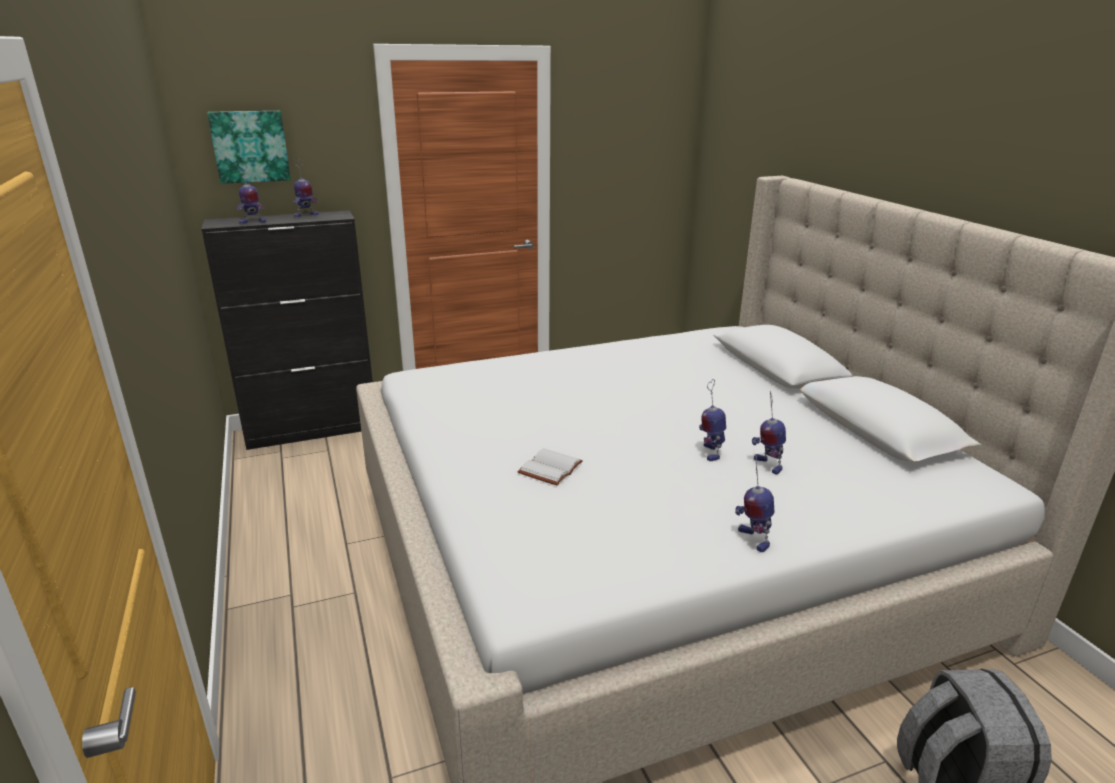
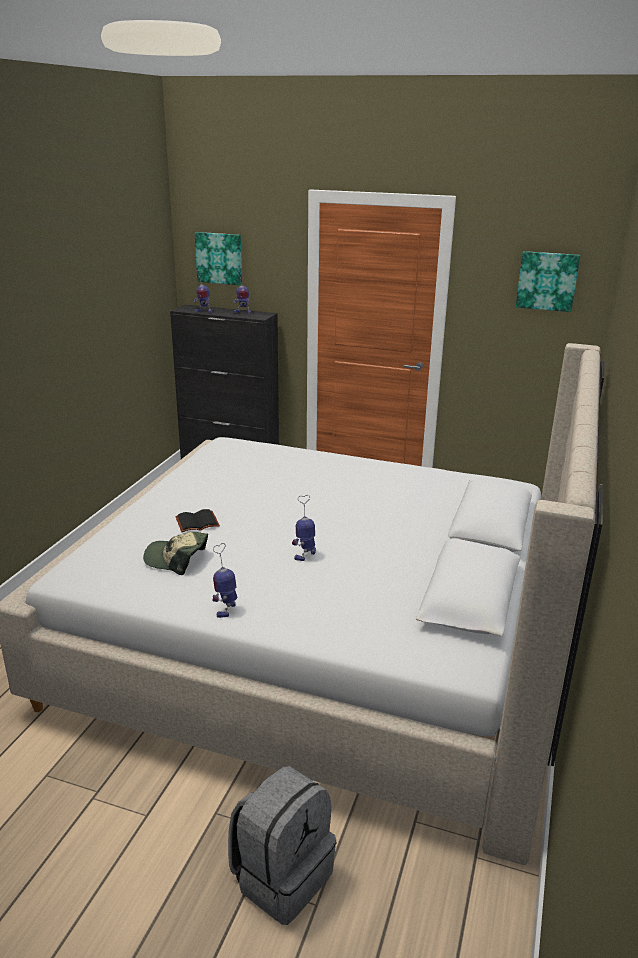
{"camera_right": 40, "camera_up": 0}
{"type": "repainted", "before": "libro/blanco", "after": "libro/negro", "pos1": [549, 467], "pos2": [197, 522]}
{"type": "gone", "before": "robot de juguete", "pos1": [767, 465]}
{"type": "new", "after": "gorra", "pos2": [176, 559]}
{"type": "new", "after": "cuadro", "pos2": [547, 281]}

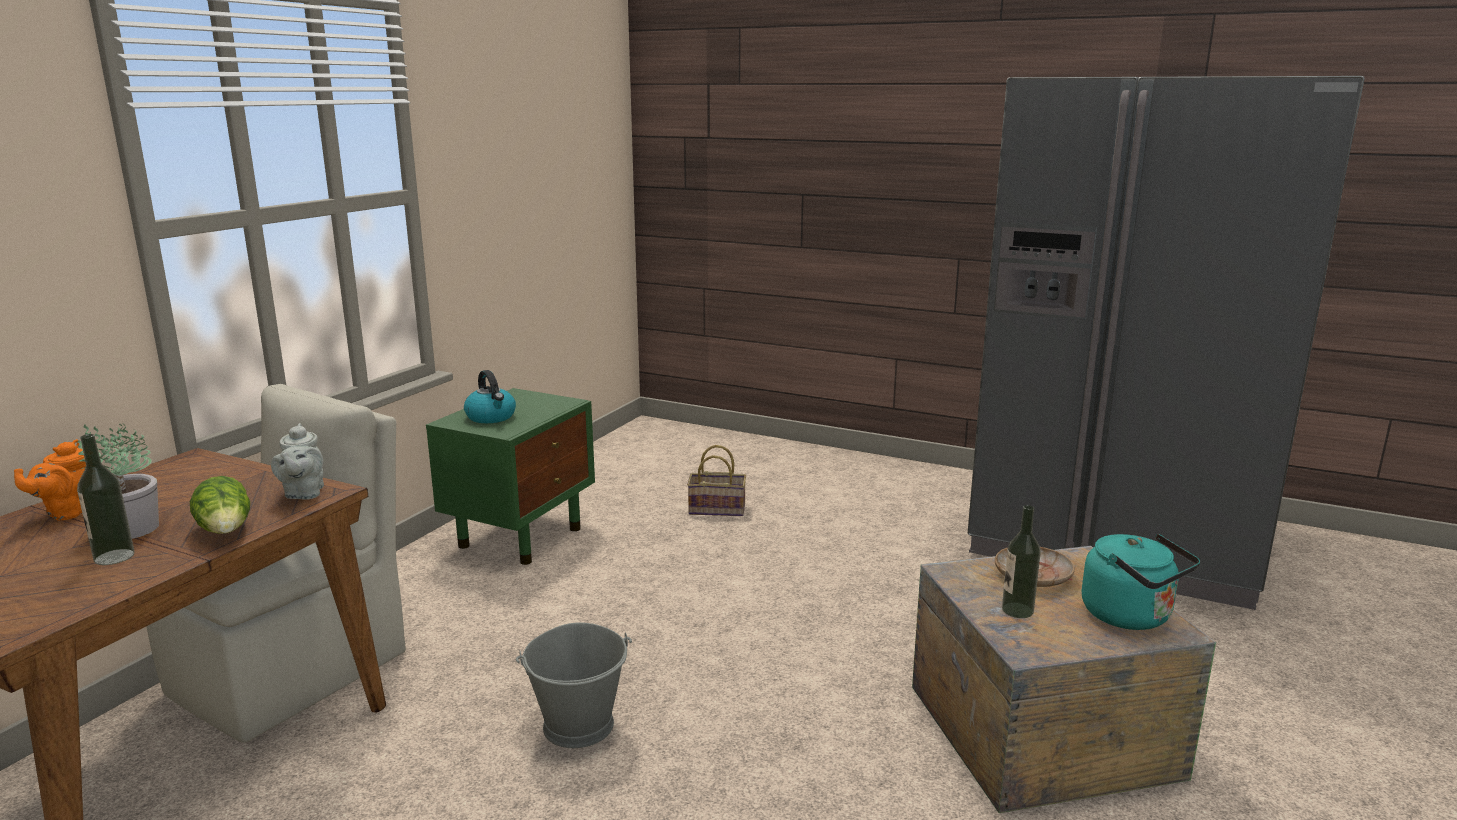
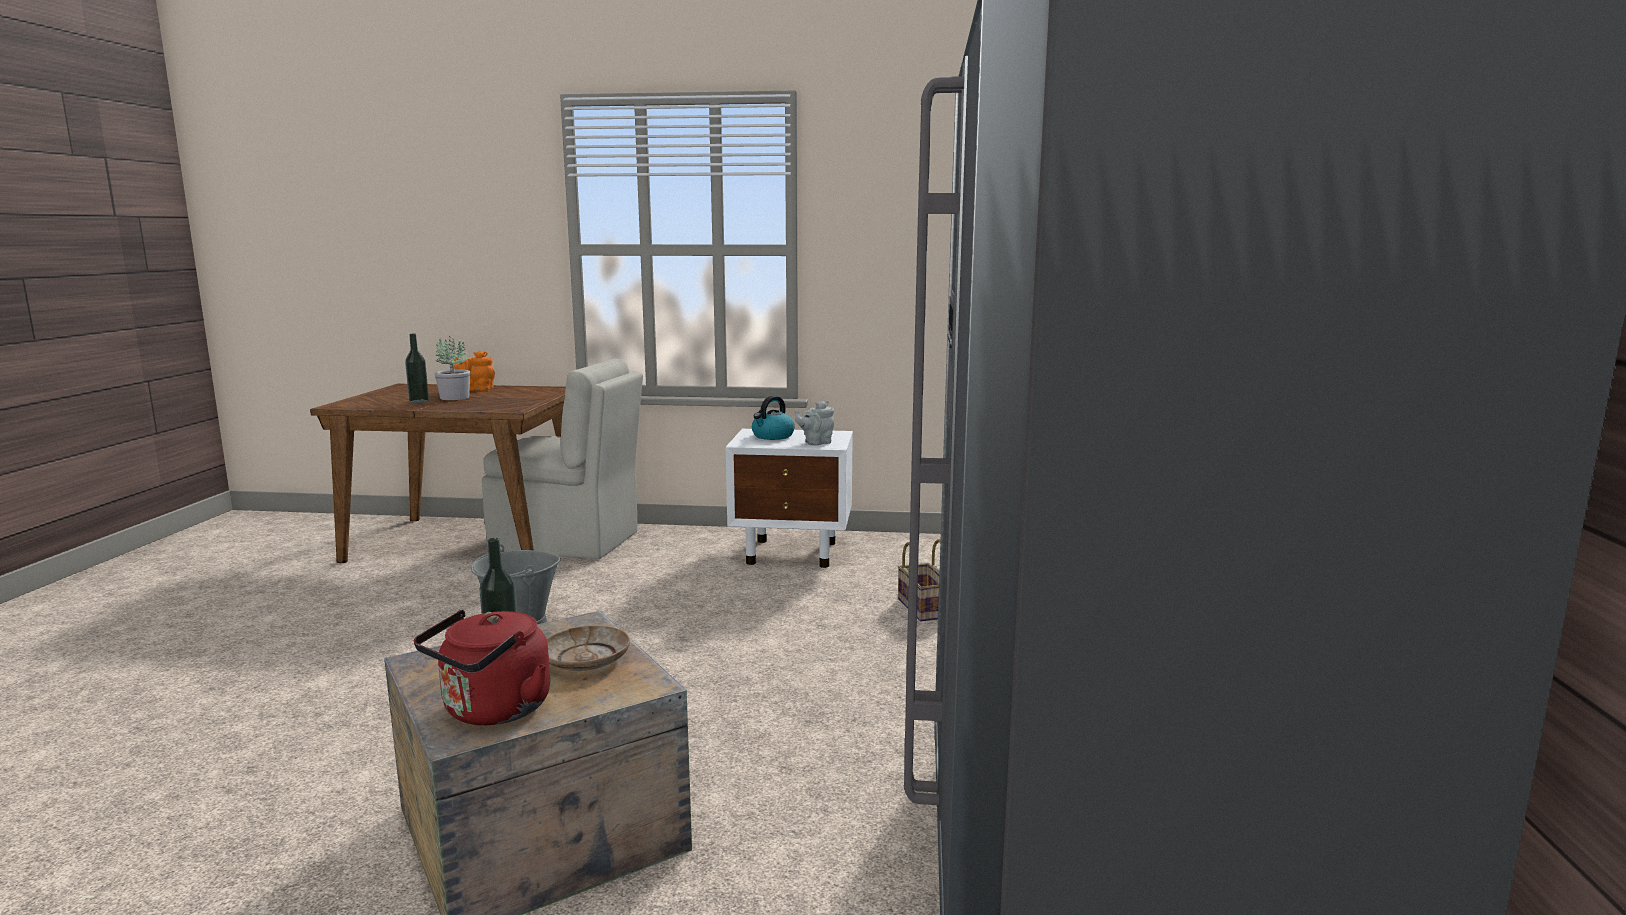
{"camera_right": 70, "camera_up": -5}
{"type": "gone", "before": "lechuga", "pos1": [226, 531]}
{"type": "shifted", "before": "tetera/gris", "pos1": [303, 493], "pos2": [816, 443]}
{"type": "repainted", "before": "mesita de noche/verde", "after": "mesita de noche/blanco", "pos1": [521, 536], "pos2": [793, 553]}
{"type": "repainted", "before": "hervidor/turquesa", "after": "hervidor/rojo", "pos1": [1131, 616], "pos2": [492, 711]}

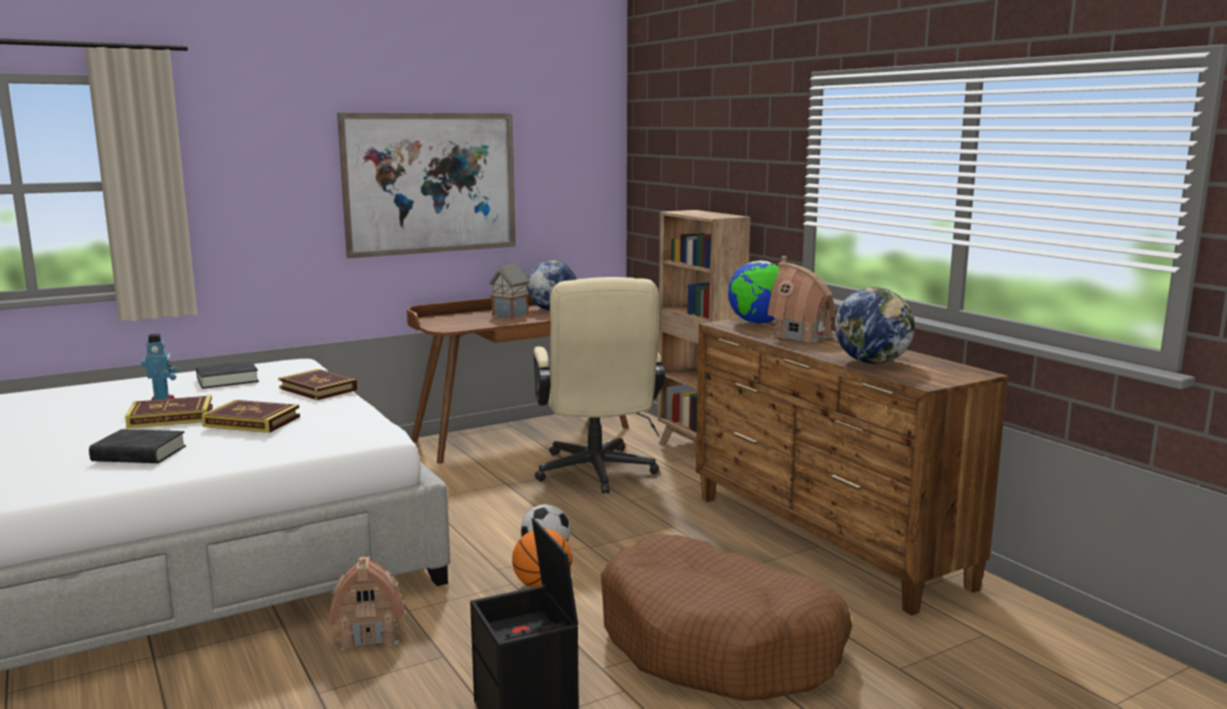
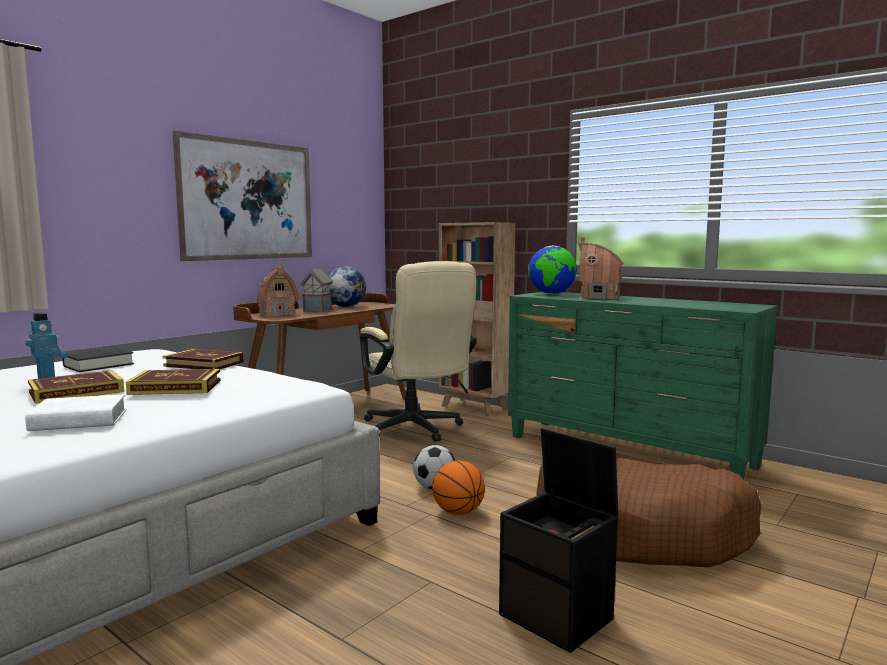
{"camera_right": -20, "camera_up": -5}
{"type": "repainted", "before": "libro/negro", "after": "libro/blanco", "pos1": [139, 454], "pos2": [79, 421]}
{"type": "shifted", "before": "casita", "pos1": [369, 633], "pos2": [277, 314]}
{"type": "repainted", "before": "cómoda/marrón", "after": "cómoda/verde", "pos1": [825, 540], "pos2": [627, 452]}
{"type": "gone", "before": "globo terráqueo", "pos1": [872, 362]}

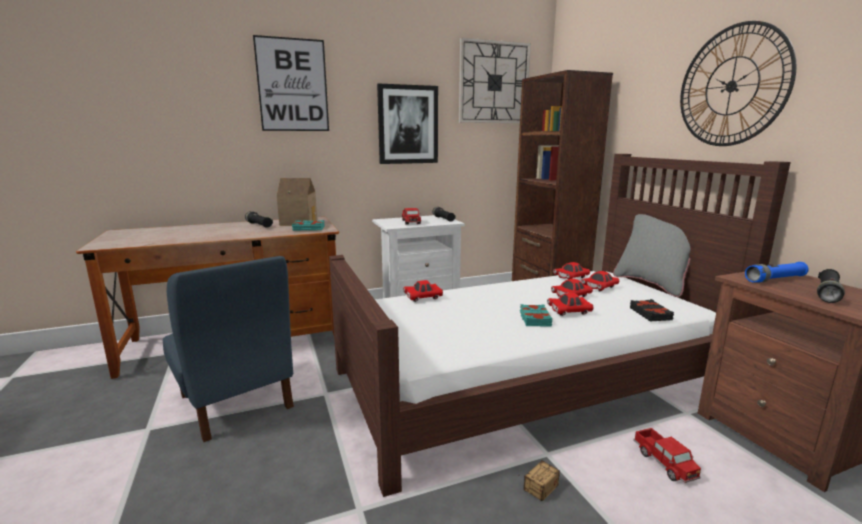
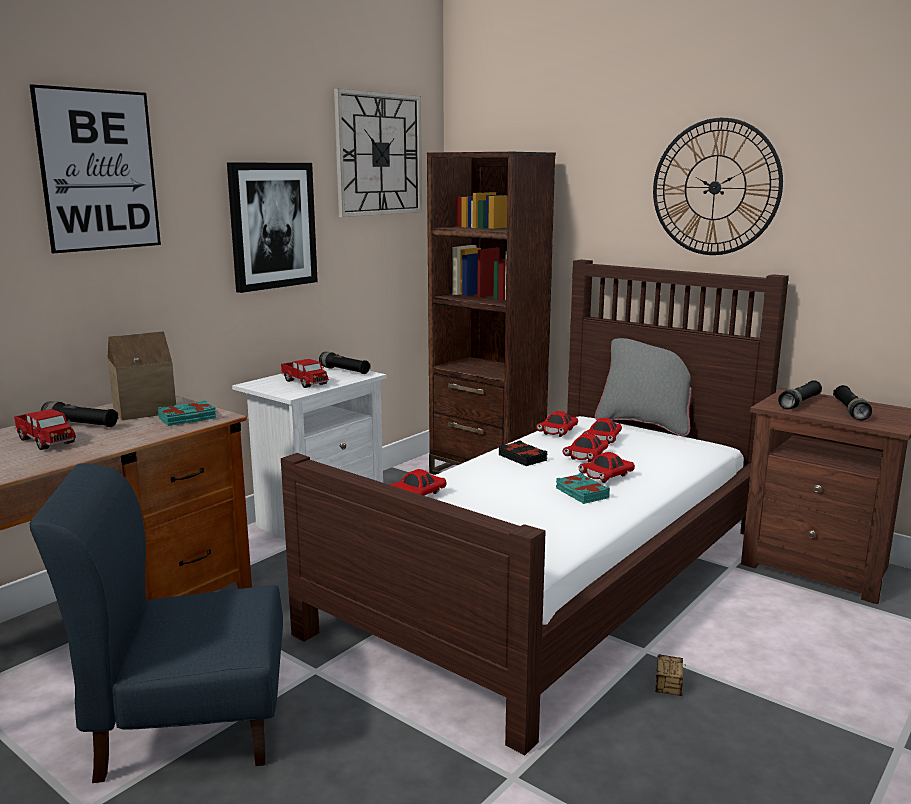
{"camera_right": -30, "camera_up": 0}
{"type": "rotated", "before": "silla/azul", "pos1": [236, 402], "pos2": [187, 726], "turn": 150}
{"type": "shifted", "before": "libro/negro", "pos1": [651, 314], "pos2": [523, 457]}
{"type": "shifted", "before": "camión de juguete", "pos1": [664, 462], "pos2": [45, 440]}
{"type": "repainted", "before": "linterna/azul", "after": "linterna/negro", "pos1": [775, 279], "pos2": [800, 403]}

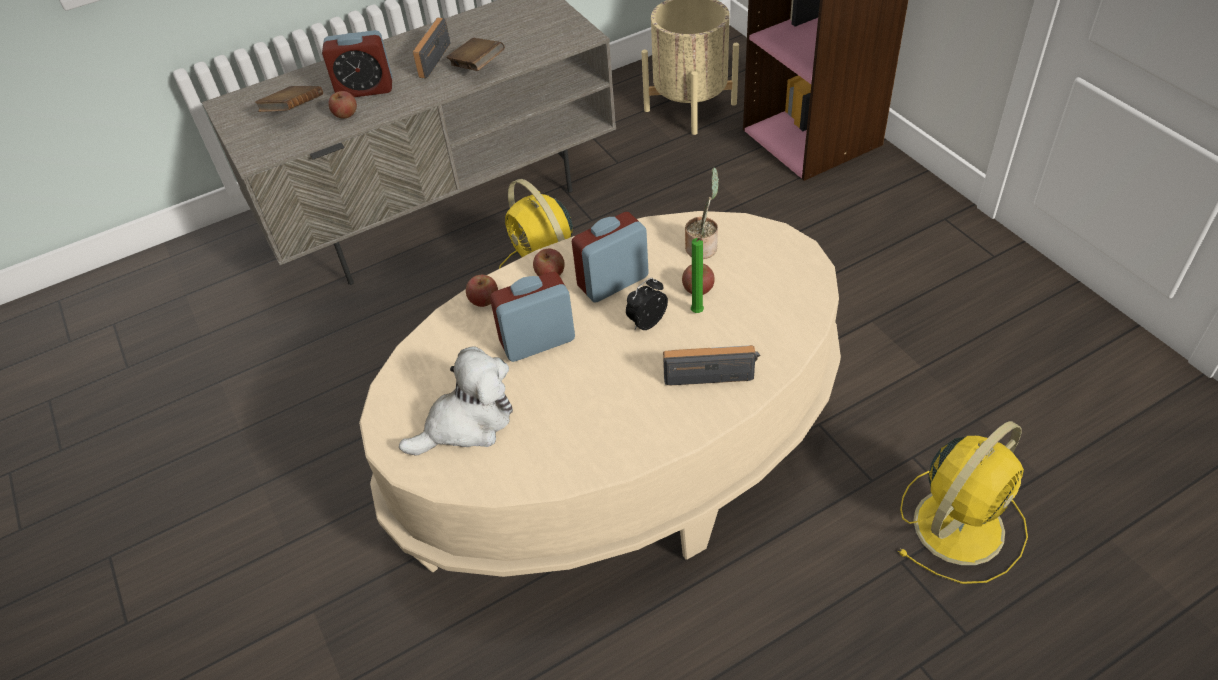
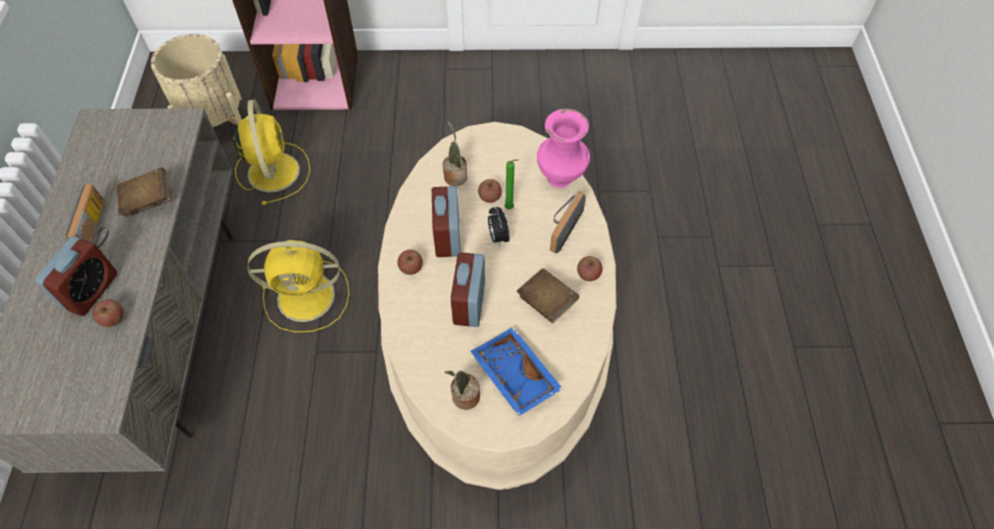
{"camera_right": -65, "camera_up": 10}
{"type": "shifted", "before": "libro/marrón", "pos1": [294, 111], "pos2": [546, 302]}
{"type": "swapped", "before": "peluche", "after": "bandeja/azul", "pos1": [467, 423], "pos2": [513, 376]}
{"type": "rotated", "before": "radio", "pos1": [429, 58], "pos2": [98, 228], "turn": -135}
{"type": "shifted", "before": "manzana", "pos1": [484, 300], "pos2": [588, 274]}
{"type": "shifted", "before": "ventilador/amarillo", "pos1": [961, 524], "pos2": [273, 170]}
{"type": "new", "after": "planta en maceta", "pos2": [463, 397]}
{"type": "new", "after": "florero/rosa", "pos2": [561, 178]}

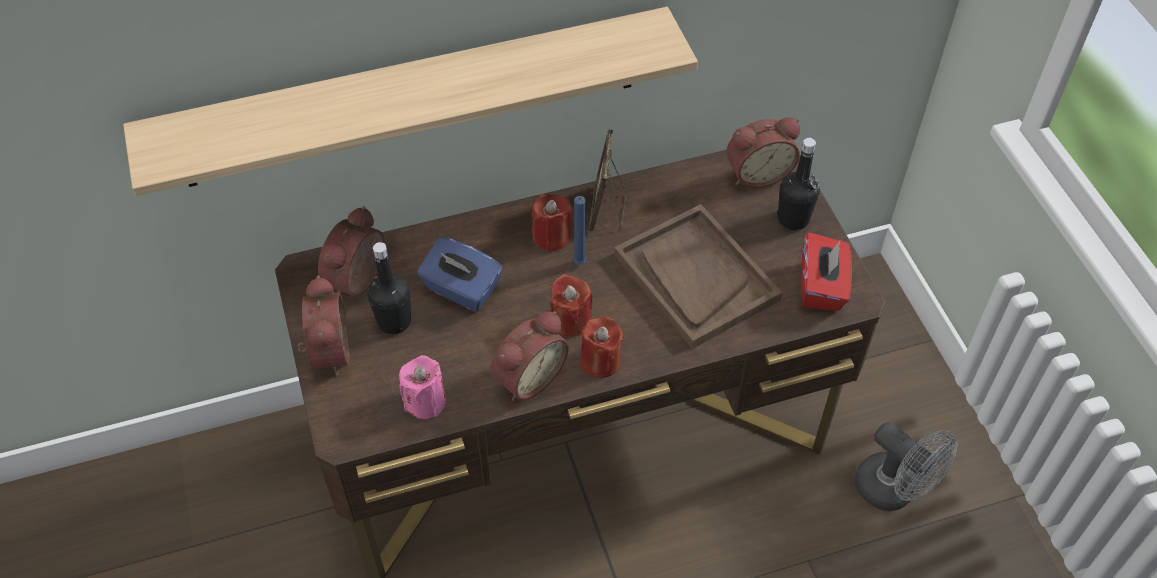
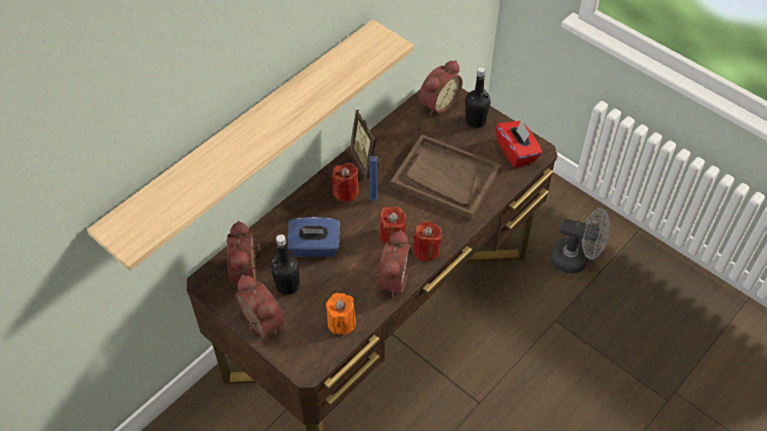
{"camera_right": -30, "camera_up": 0}
{"type": "repainted", "before": "vela/rosa", "after": "vela/naranja", "pos1": [425, 401], "pos2": [341, 323]}

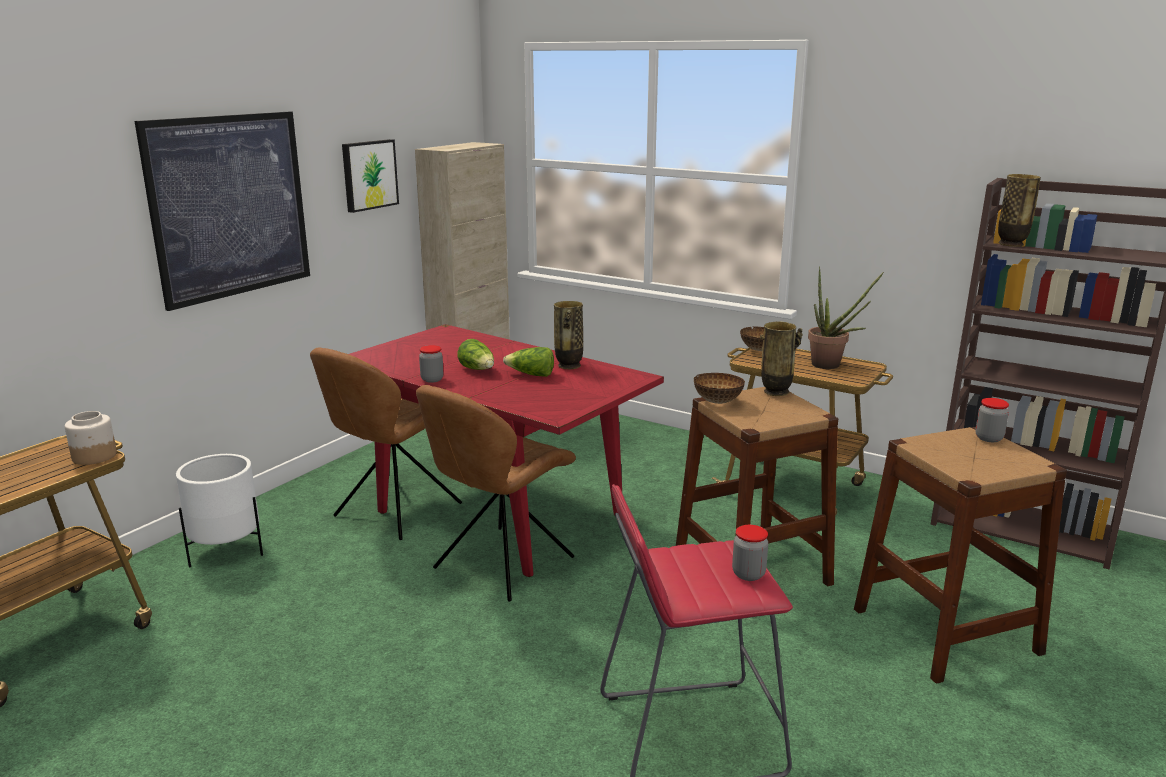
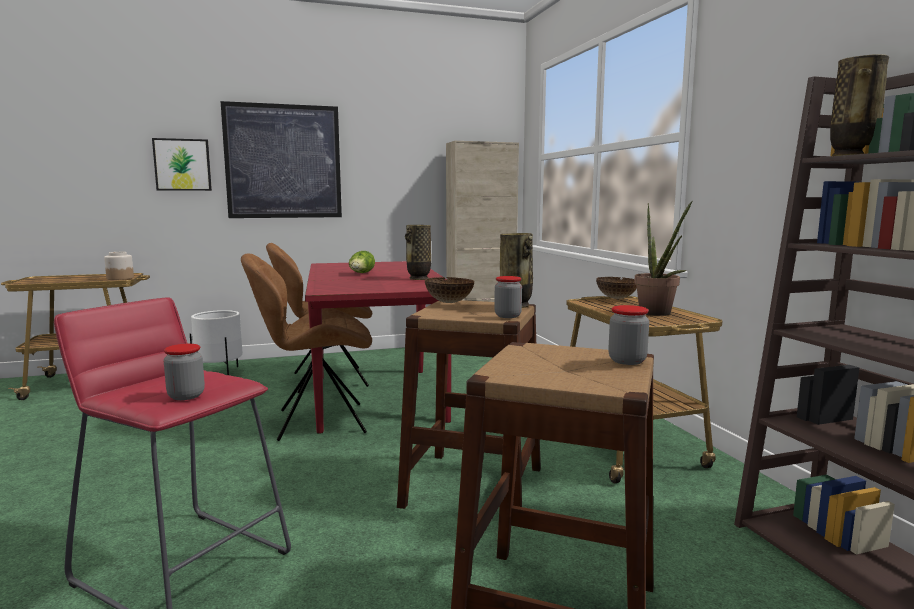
{"camera_right": 40, "camera_up": -10}
{"type": "shifted", "before": "cuadro", "pos1": [369, 175], "pos2": [182, 165]}
{"type": "shifted", "before": "tarro", "pos1": [432, 379], "pos2": [507, 316]}
{"type": "gone", "before": "lechuga", "pos1": [531, 375]}

